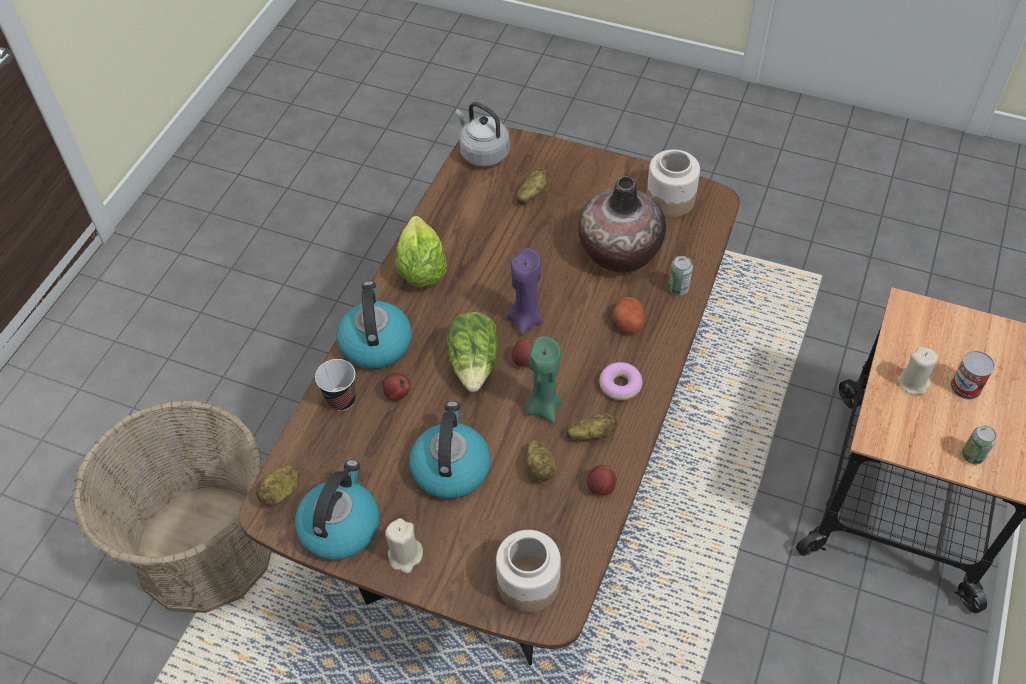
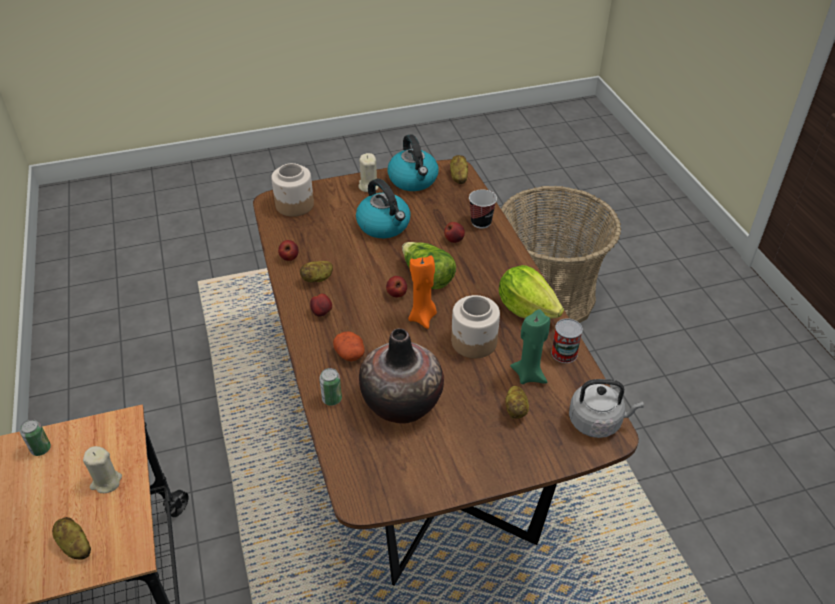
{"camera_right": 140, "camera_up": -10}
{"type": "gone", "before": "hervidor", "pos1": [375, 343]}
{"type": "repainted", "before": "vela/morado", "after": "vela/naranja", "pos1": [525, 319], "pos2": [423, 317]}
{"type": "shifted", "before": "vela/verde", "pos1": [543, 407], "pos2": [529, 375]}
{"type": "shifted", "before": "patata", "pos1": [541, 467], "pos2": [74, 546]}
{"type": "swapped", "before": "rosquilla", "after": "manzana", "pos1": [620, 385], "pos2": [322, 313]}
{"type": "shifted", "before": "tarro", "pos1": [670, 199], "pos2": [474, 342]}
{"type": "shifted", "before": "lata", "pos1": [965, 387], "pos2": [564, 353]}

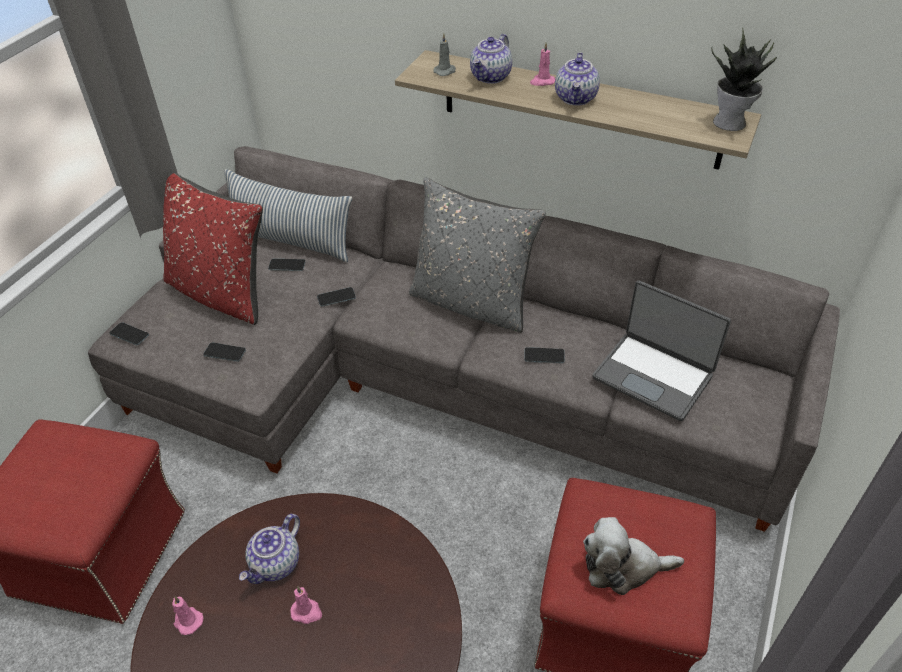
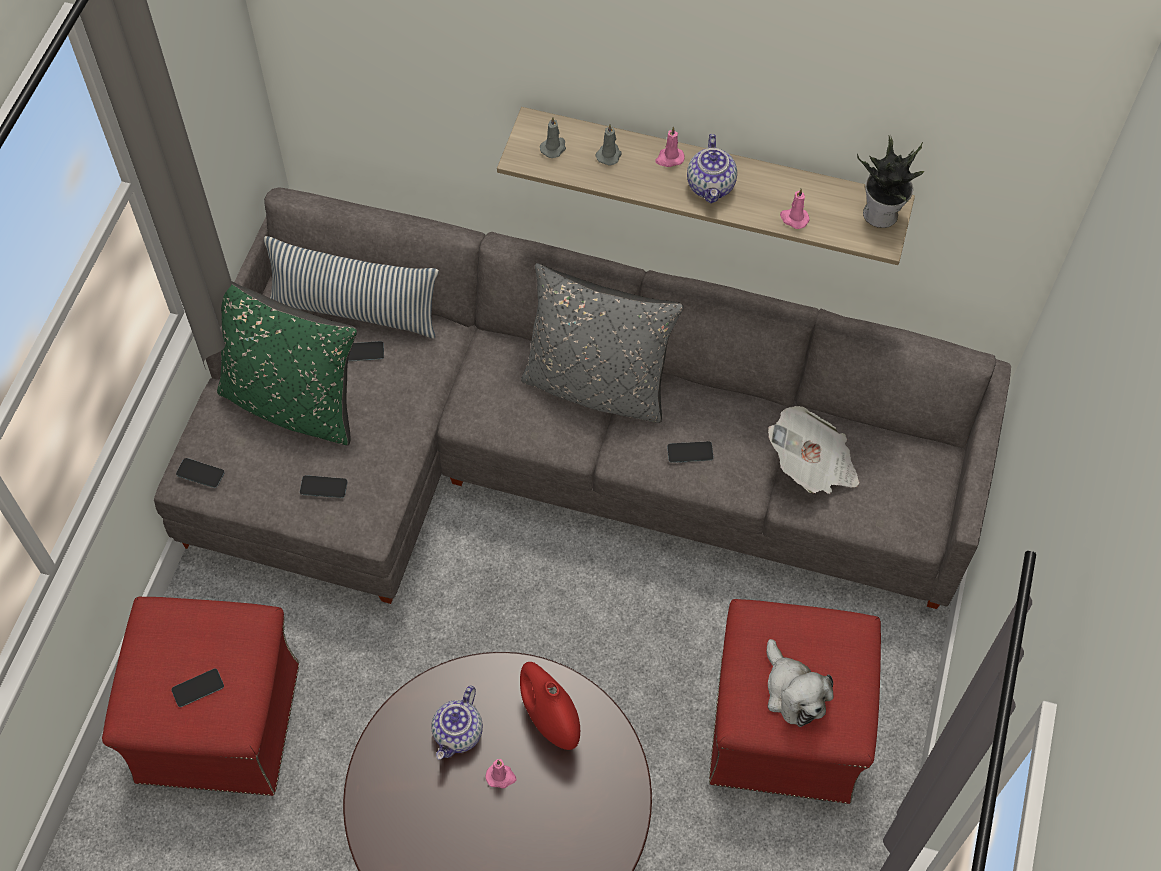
{"camera_right": -10, "camera_up": 15}
{"type": "repainted", "before": "cojín/rojo", "after": "cojín/verde", "pos1": [221, 293], "pos2": [293, 403]}
{"type": "shifted", "before": "vela/rosa", "pos1": [187, 620], "pos2": [793, 218]}
{"type": "shifted", "before": "móvil", "pos1": [336, 297], "pos2": [198, 688]}
{"type": "swapped", "before": "tetera", "after": "vela/gris", "pos1": [491, 77], "pos2": [609, 154]}
{"type": "rotated", "before": "peluche", "pos1": [623, 567], "pos2": [793, 692], "turn": -105}
{"type": "swapped", "before": "portátil", "after": "periódico", "pos1": [653, 375], "pos2": [812, 465]}
{"type": "new", "after": "florero/rojo", "pos2": [549, 719]}

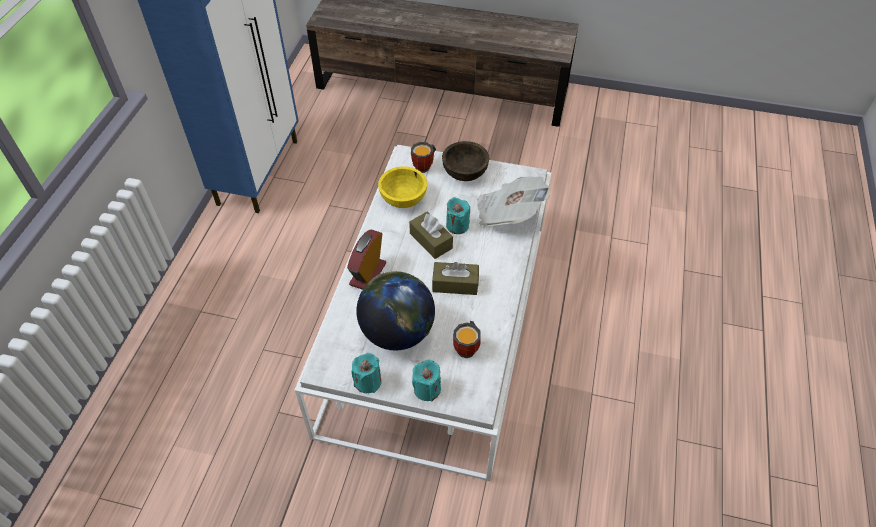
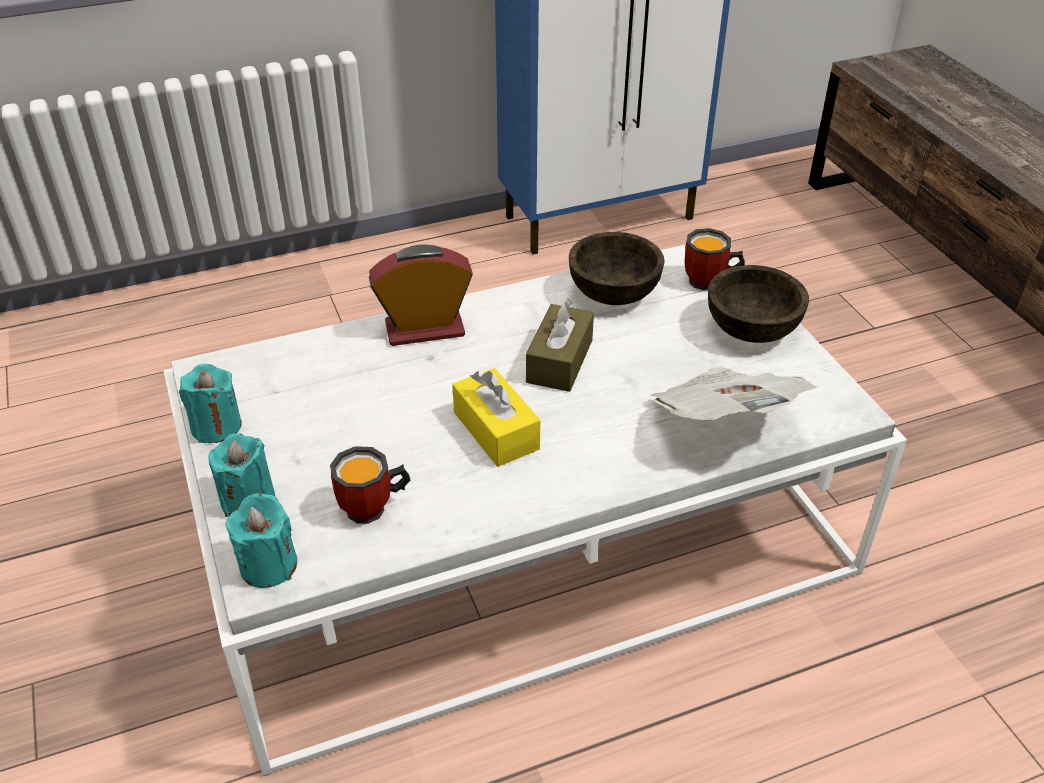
{"camera_right": 55, "camera_up": -10}
{"type": "gone", "before": "globo terráqueo", "pos1": [397, 332]}
{"type": "repainted", "before": "cuenco/amarillo", "after": "cuenco/marrón", "pos1": [403, 199], "pos2": [613, 293]}
{"type": "repainted", "before": "caja de pañuelos/marrón", "after": "caja de pañuelos/amarillo", "pos1": [455, 284], "pos2": [496, 430]}
{"type": "shifted", "before": "vela/turquesa", "pos1": [457, 225], "pos2": [268, 565]}

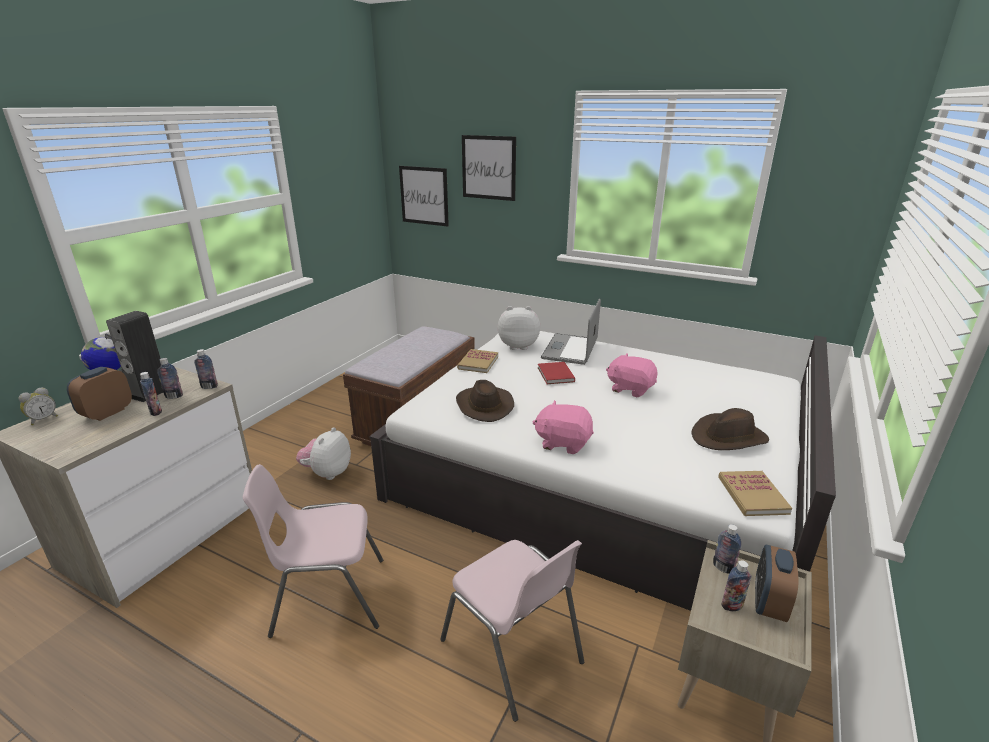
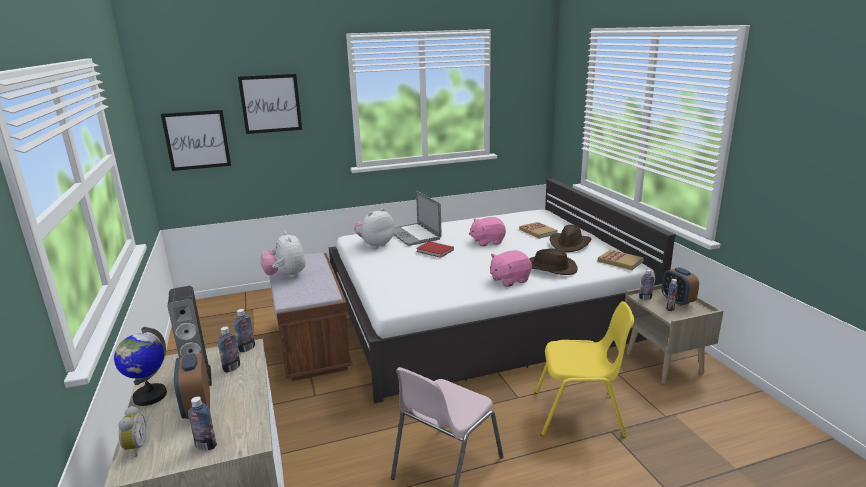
{"camera_right": -45, "camera_up": -5}
{"type": "shifted", "before": "botella", "pos1": [156, 412], "pos2": [206, 446]}
{"type": "shifted", "before": "peluche", "pos1": [327, 473], "pos2": [286, 276]}
{"type": "repainted", "before": "silla/rosa", "after": "silla/amarillo", "pos1": [513, 652], "pos2": [580, 414]}
{"type": "shifted", "before": "sombrero/marrón", "pos1": [483, 405], "pos2": [550, 268]}
{"type": "shifted", "before": "libro", "pos1": [478, 363], "pos2": [538, 231]}

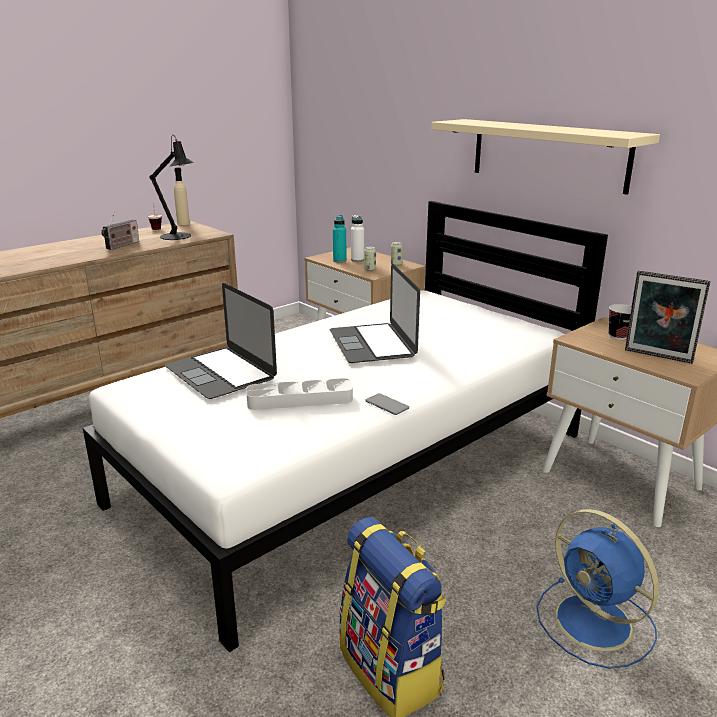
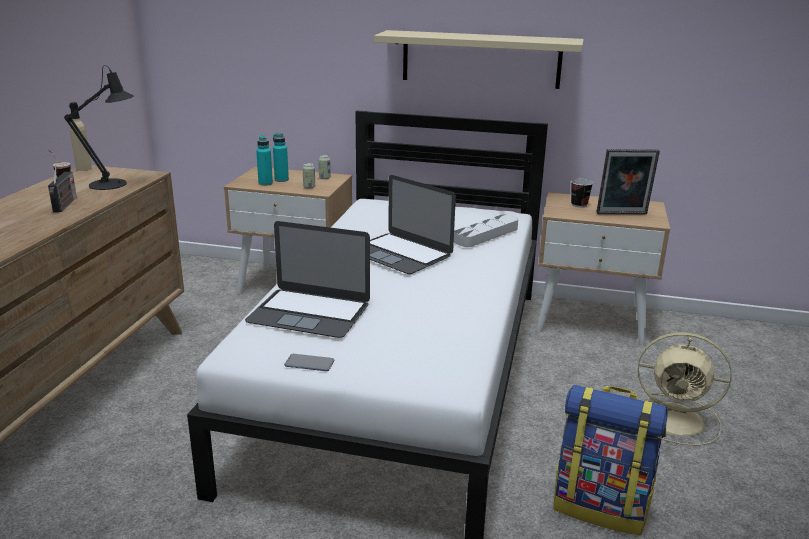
{"camera_right": -35, "camera_up": 0}
{"type": "shifted", "before": "bandeja/gris", "pos1": [300, 399], "pos2": [486, 235]}
{"type": "repainted", "before": "botella/blanco", "after": "botella/turquesa", "pos1": [357, 260], "pos2": [281, 180]}
{"type": "shifted", "before": "móvil", "pos1": [387, 405], "pos2": [309, 363]}
{"type": "repainted", "before": "ventilador/azul", "after": "ventilador/beis", "pos1": [596, 624], "pos2": [677, 420]}

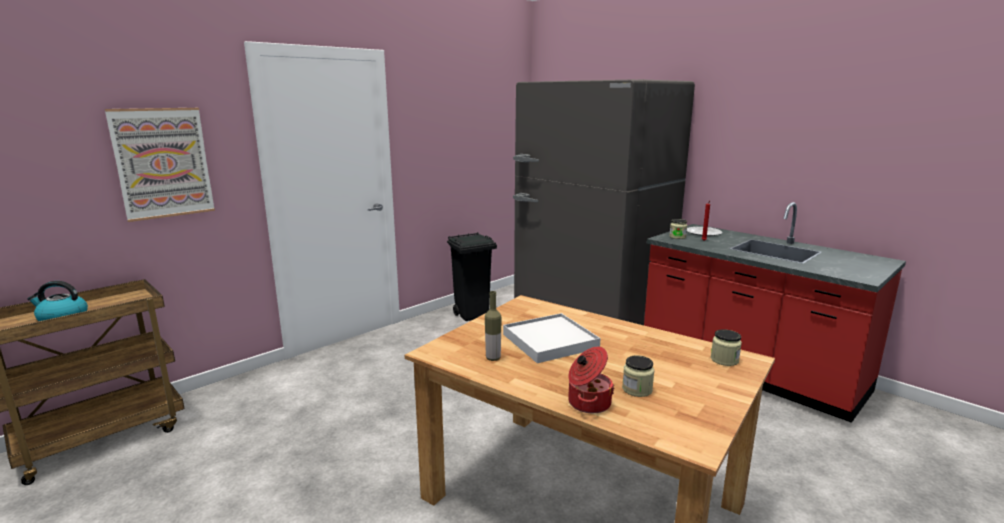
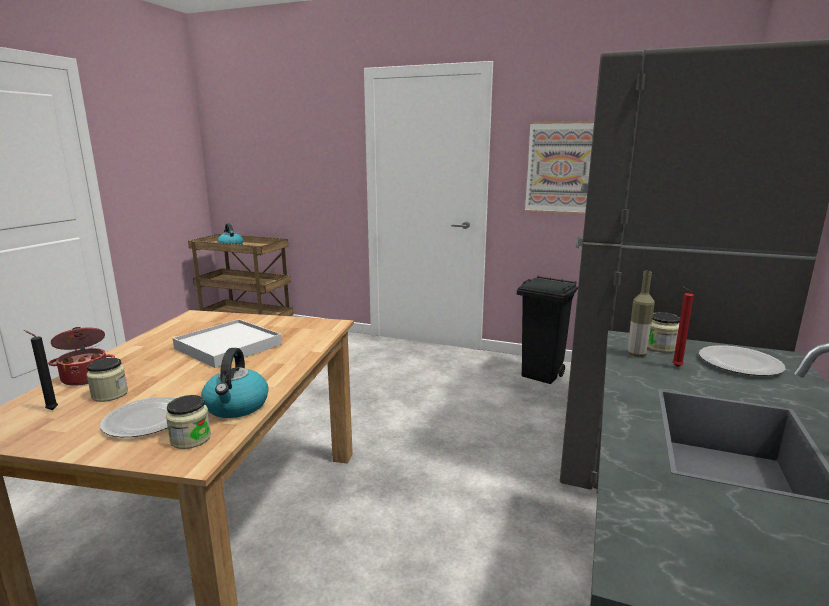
{"camera_right": 65, "camera_up": 0}
{"type": "shifted", "before": "cuadro", "pos1": [163, 163], "pos2": [561, 168]}
{"type": "shifted", "before": "botella", "pos1": [493, 358], "pos2": [636, 354]}
{"type": "new", "after": "vela/negro", "pos2": [50, 410]}
{"type": "new", "after": "plato", "pos2": [145, 420]}
{"type": "new", "after": "hervidor", "pos2": [237, 406]}

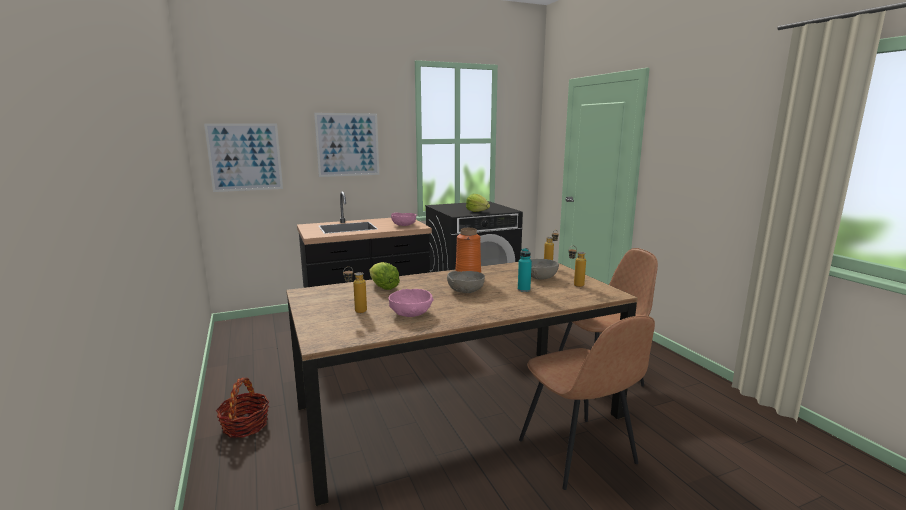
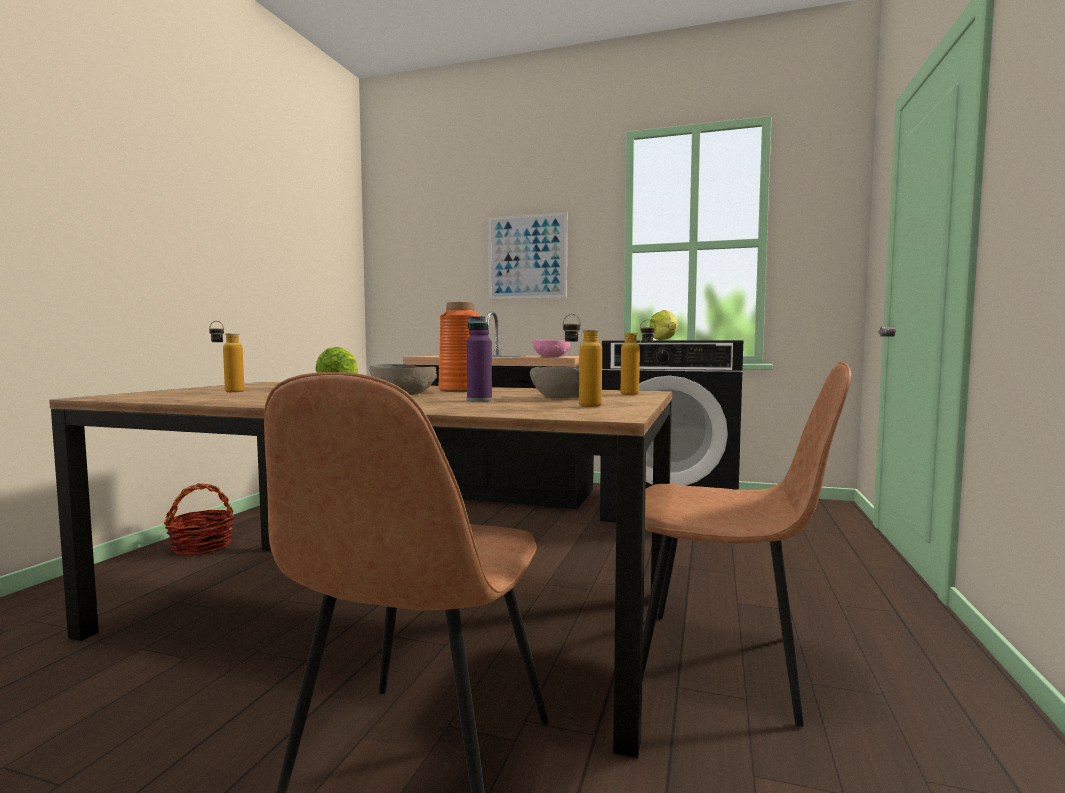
{"camera_right": 40, "camera_up": -10}
{"type": "gone", "before": "cuadro", "pos1": [245, 157]}
{"type": "gone", "before": "cuenco/rosa", "pos1": [410, 313]}
{"type": "repainted", "before": "botella/turquesa", "after": "botella/morado", "pos1": [523, 290], "pos2": [479, 400]}

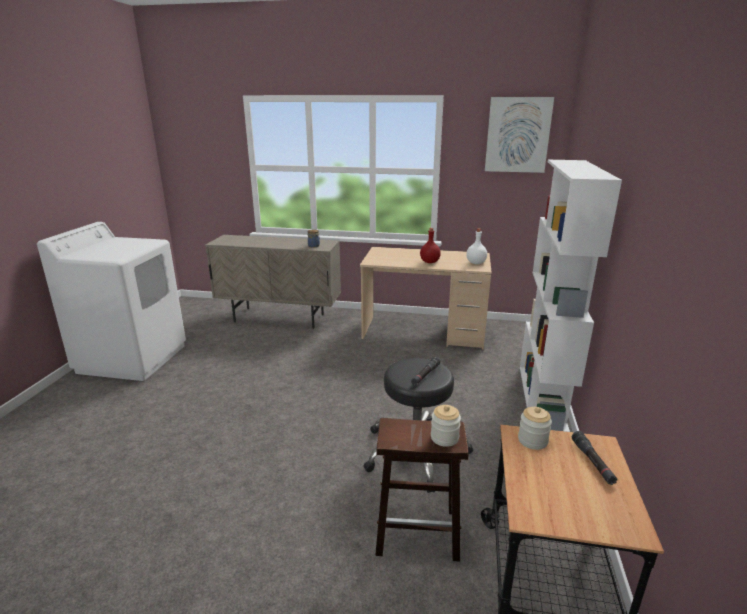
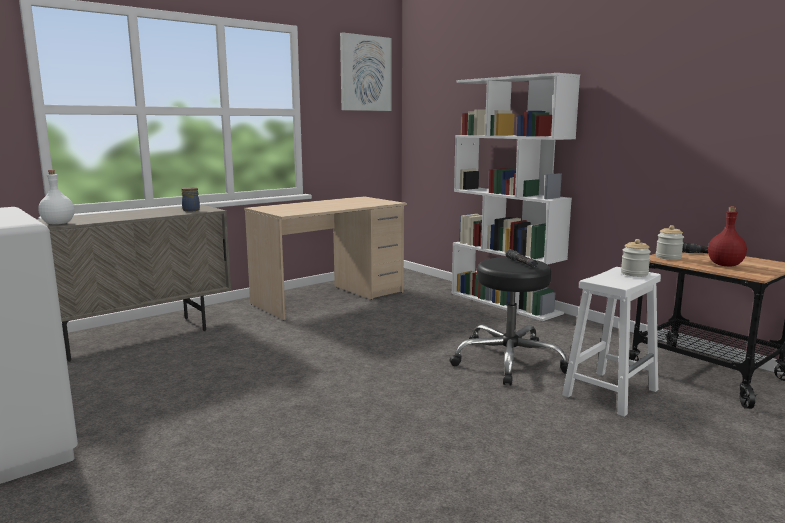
{"camera_right": -50, "camera_up": -10}
{"type": "repainted", "before": "taburete/marrón", "after": "taburete/blanco", "pos1": [418, 531], "pos2": [610, 392]}
{"type": "shifted", "before": "botella/rojo", "pos1": [429, 262], "pos2": [725, 265]}
{"type": "shifted", "before": "botella/blanco", "pos1": [475, 263], "pos2": [58, 223]}

